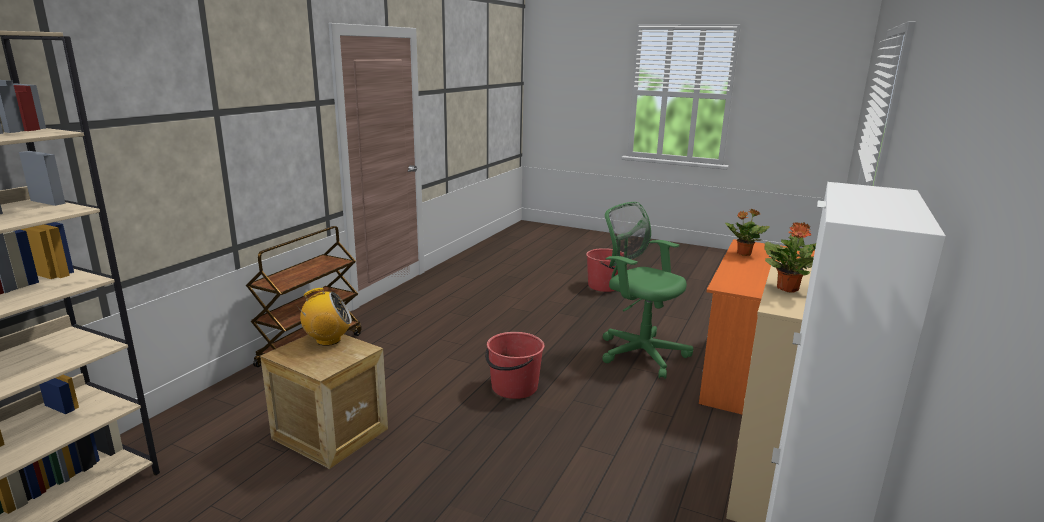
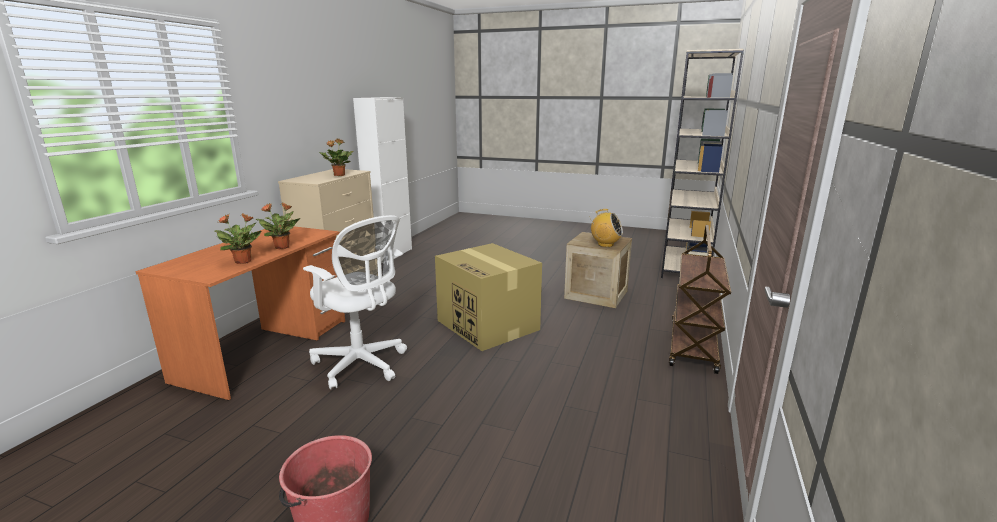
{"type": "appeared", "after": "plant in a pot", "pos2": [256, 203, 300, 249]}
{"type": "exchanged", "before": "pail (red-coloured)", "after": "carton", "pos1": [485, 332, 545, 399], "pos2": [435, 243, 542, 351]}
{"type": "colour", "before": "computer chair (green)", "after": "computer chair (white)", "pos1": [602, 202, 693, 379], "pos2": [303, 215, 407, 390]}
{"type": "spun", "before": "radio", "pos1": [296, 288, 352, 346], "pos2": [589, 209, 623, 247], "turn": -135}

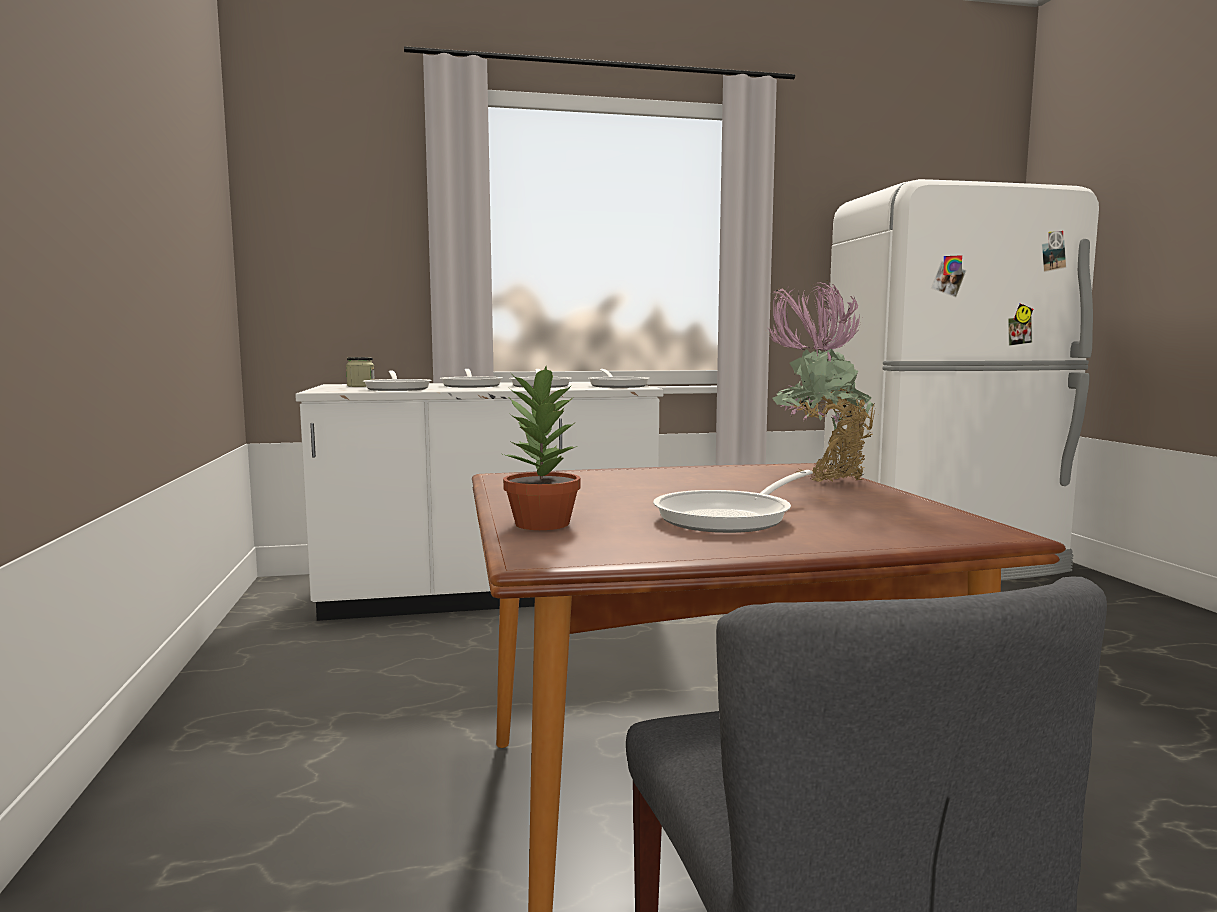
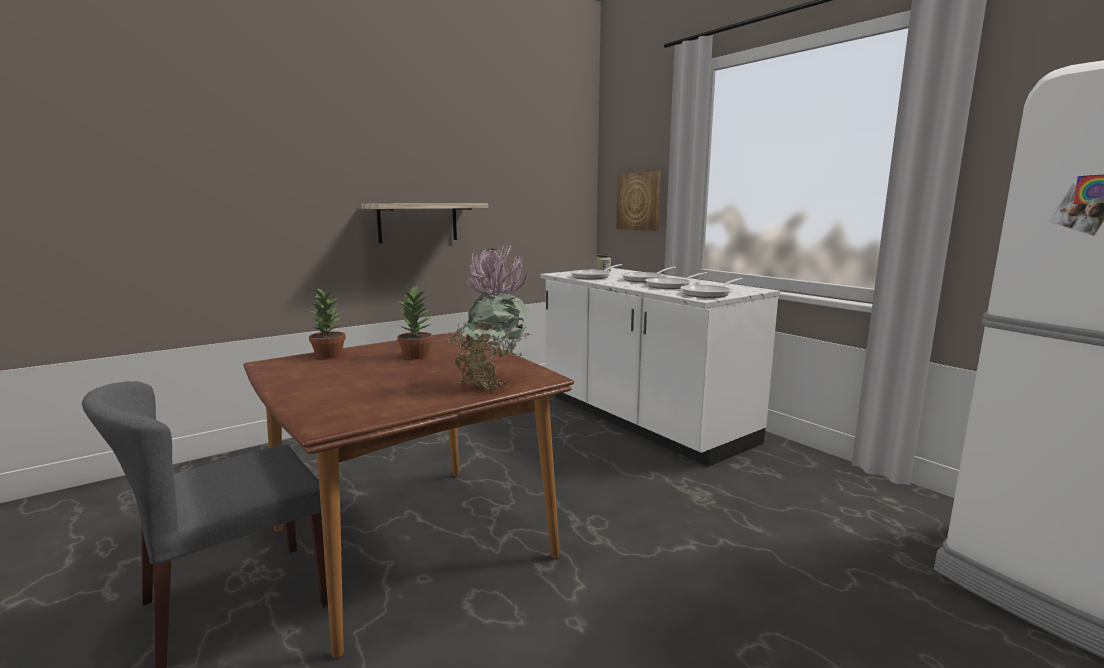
{"type": "missing", "before": "skillet", "pos1": [653, 470, 813, 533]}
{"type": "appeared", "after": "bracket shelf", "pos2": [362, 203, 488, 243]}
{"type": "appeared", "after": "plant in a pot", "pos2": [397, 284, 433, 359]}
{"type": "appeared", "after": "picture", "pos2": [616, 172, 661, 231]}

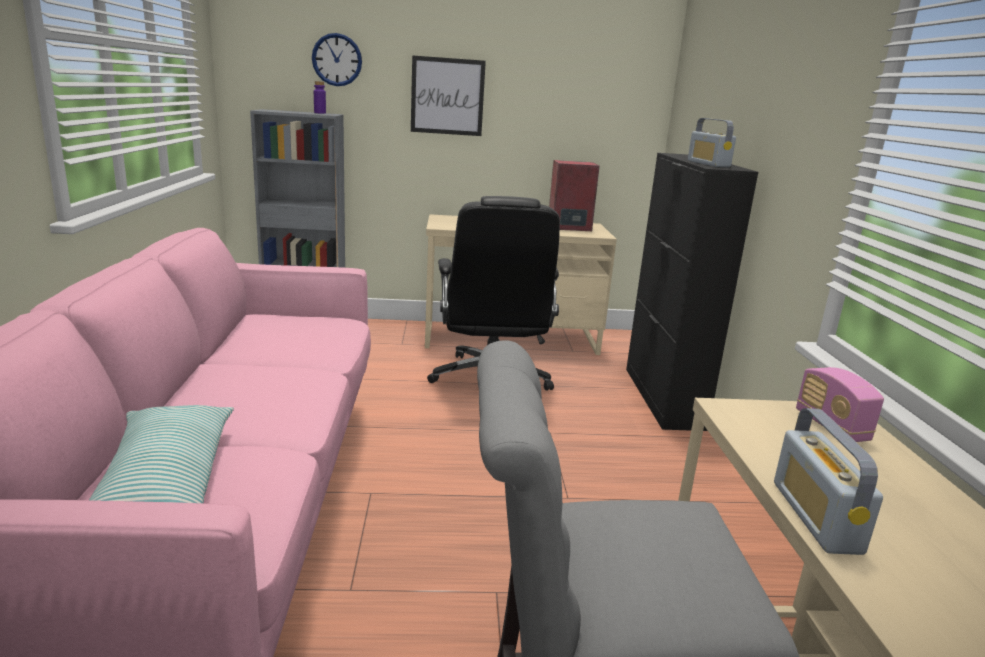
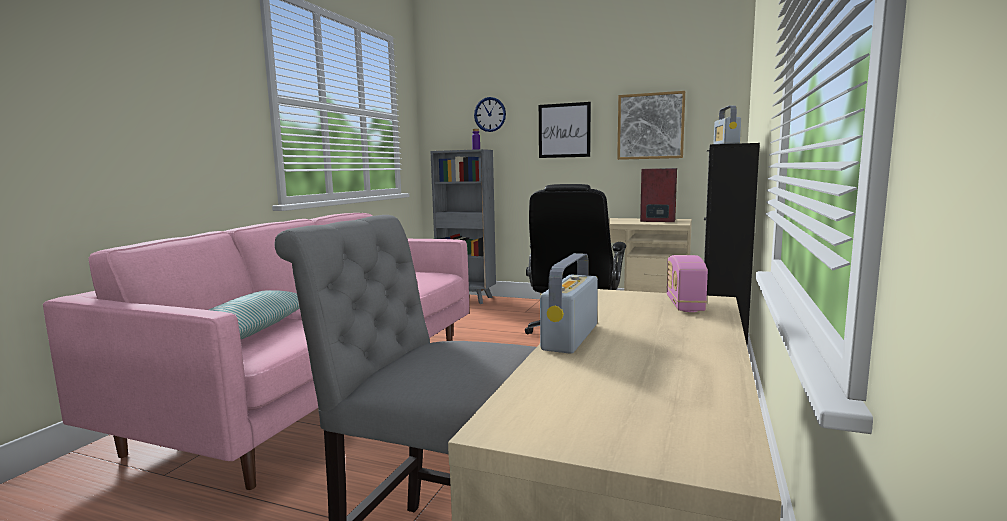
{"type": "appeared", "after": "picture", "pos2": [617, 91, 685, 160]}

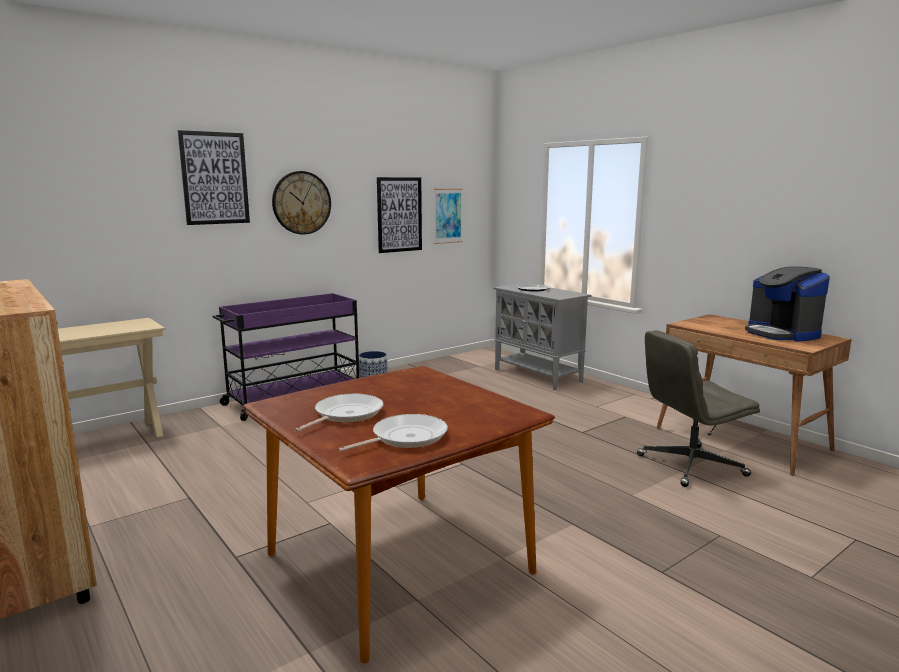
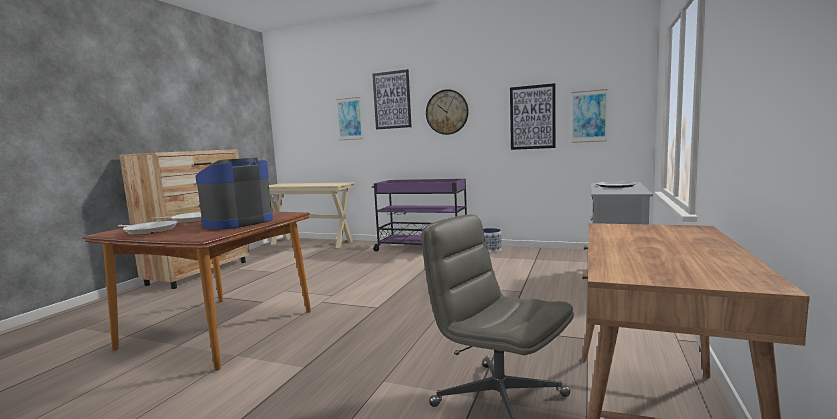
{"type": "appeared", "after": "picture", "pos2": [336, 97, 363, 140]}
{"type": "relocated", "before": "coffee maker", "pos1": [745, 266, 830, 342], "pos2": [196, 157, 273, 230]}

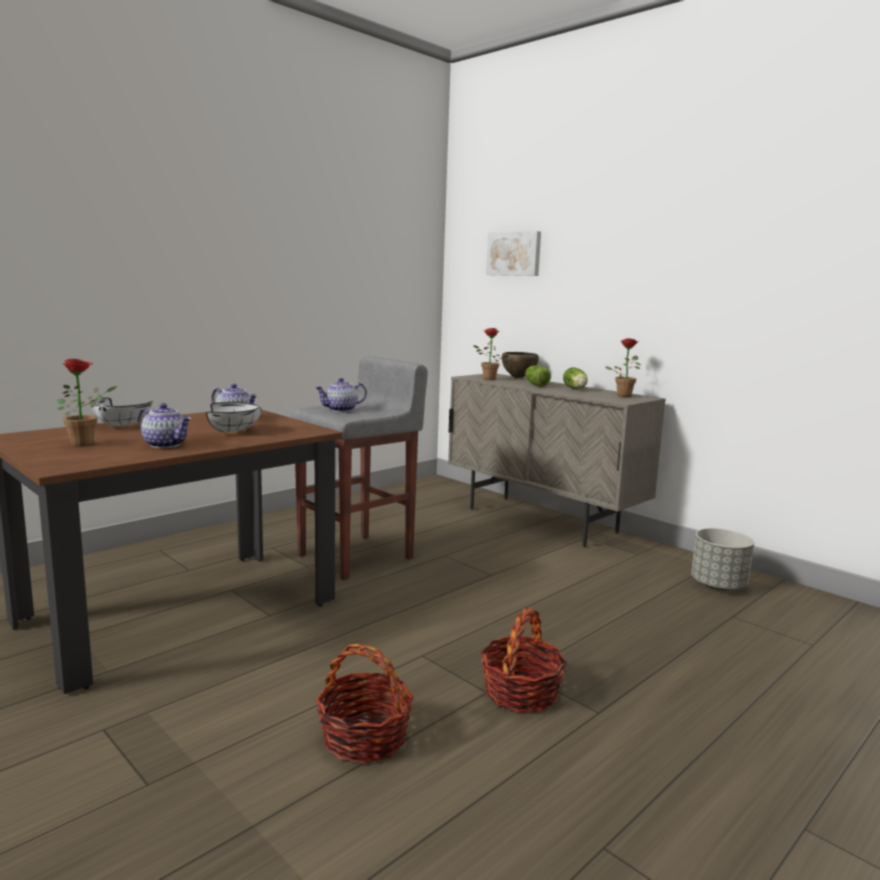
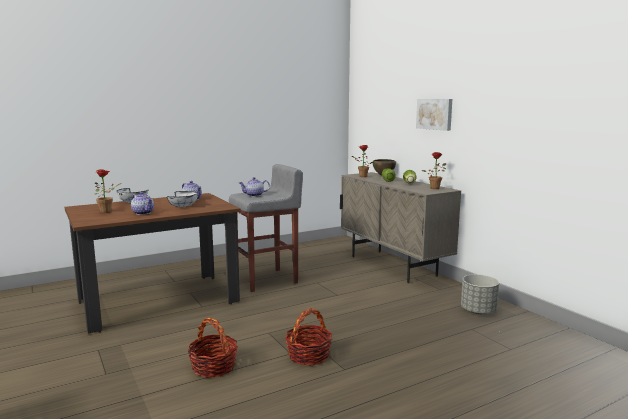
{"type": "relocated", "before": "picture", "pos1": [486, 231, 541, 276], "pos2": [416, 99, 452, 131]}

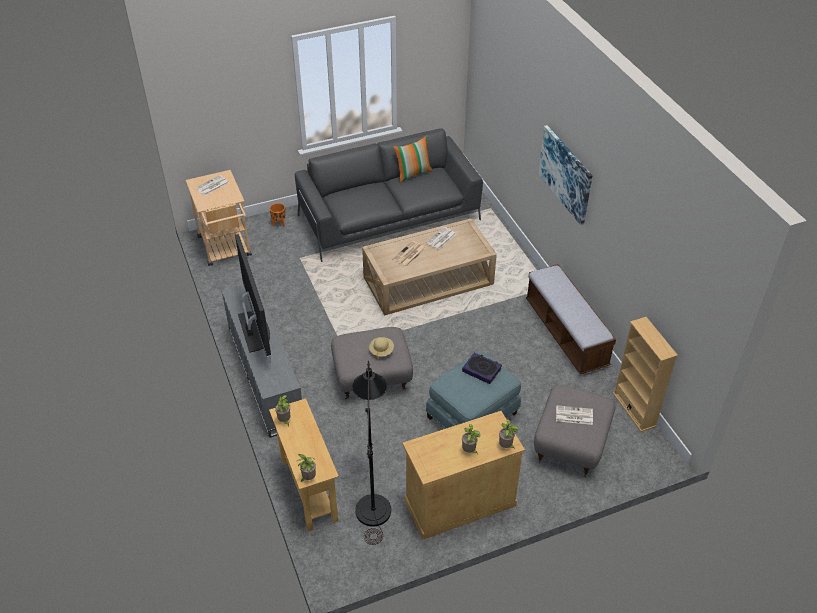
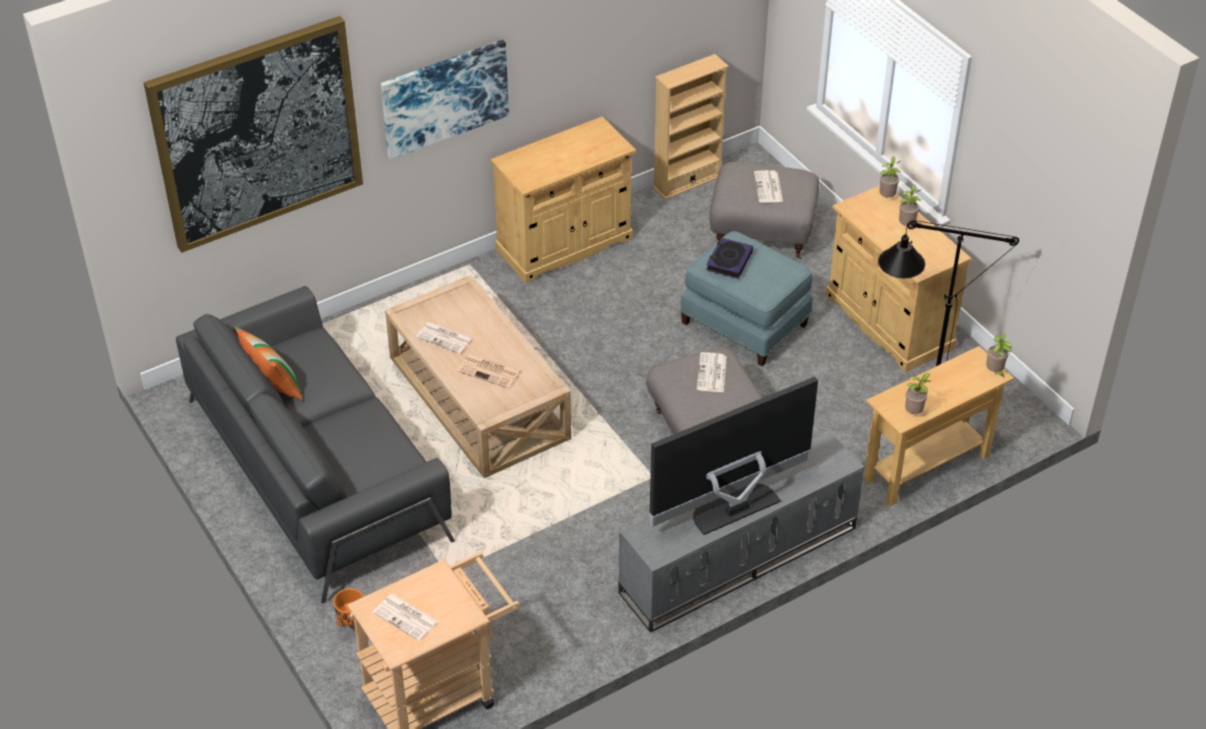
{"type": "appeared", "after": "picture", "pos2": [143, 16, 363, 253]}
{"type": "exchanged", "before": "hat (beige)", "after": "printed paper", "pos1": [369, 337, 394, 359], "pos2": [697, 352, 727, 392]}
{"type": "exchanged", "before": "bench", "after": "cupboard (beige)", "pos1": [526, 264, 616, 375], "pos2": [490, 117, 636, 283]}

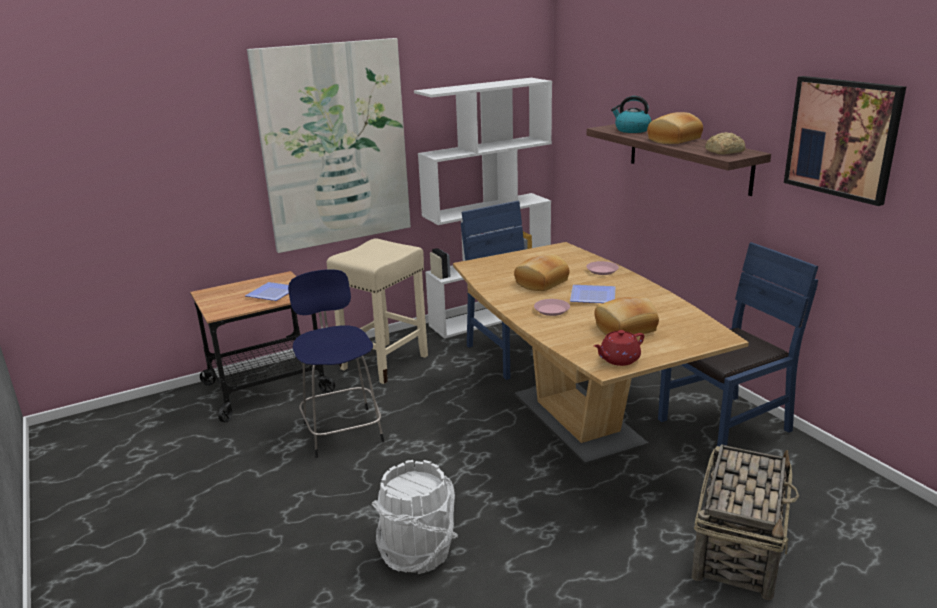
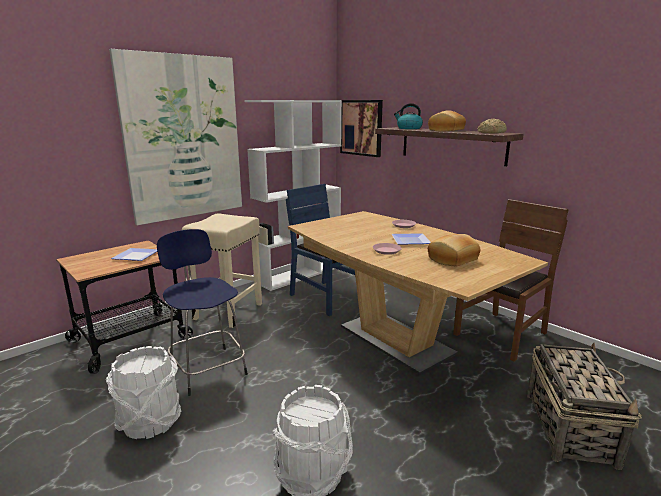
{"type": "missing", "before": "baked bread", "pos1": [514, 254, 569, 291]}
{"type": "missing", "before": "pot for tea (red-coloured)", "pos1": [594, 330, 644, 366]}
{"type": "appeared", "after": "pail (white)", "pos2": [106, 346, 181, 439]}
{"type": "relocated", "before": "picture", "pos1": [784, 76, 906, 206], "pos2": [340, 100, 383, 157]}
{"type": "colour", "before": "plain chair (blue)", "after": "plain chair (brown-coloured)", "pos1": [658, 242, 818, 446], "pos2": [453, 199, 569, 362]}

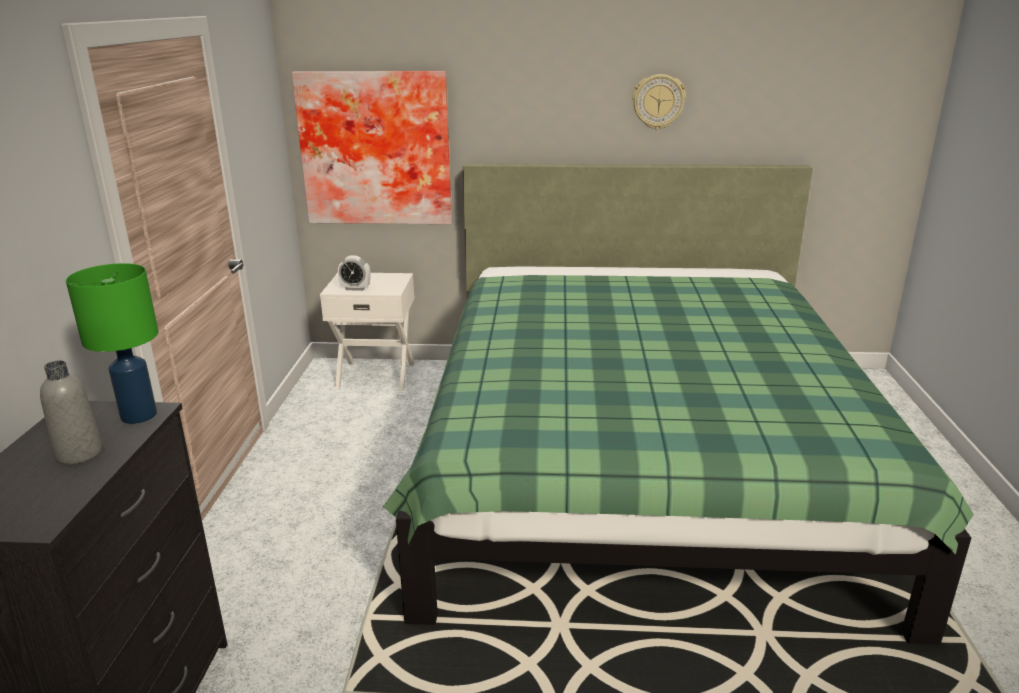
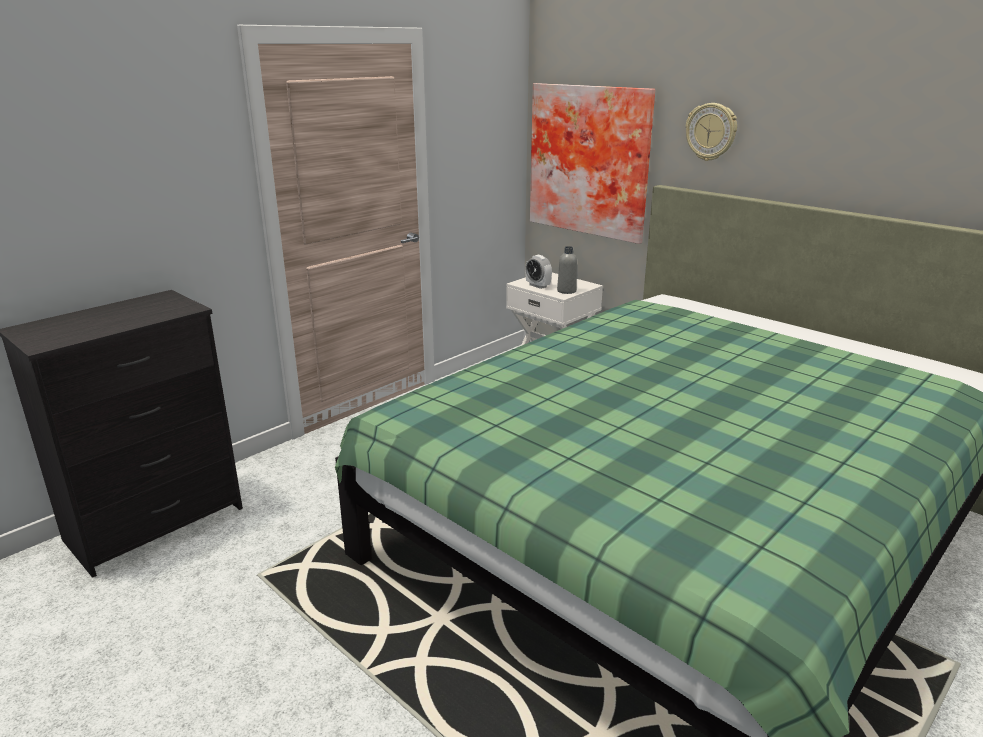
{"type": "missing", "before": "lamp for a table (green)", "pos1": [66, 263, 158, 424]}
{"type": "relocated", "before": "drink bottle (grey)", "pos1": [40, 360, 102, 465], "pos2": [557, 246, 577, 294]}
{"type": "relocated", "before": "wall clock", "pos1": [632, 74, 686, 130], "pos2": [686, 103, 737, 161]}

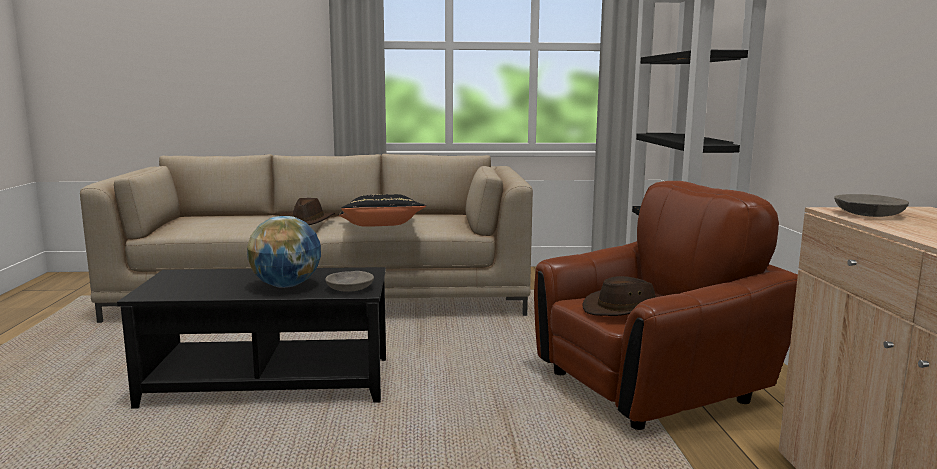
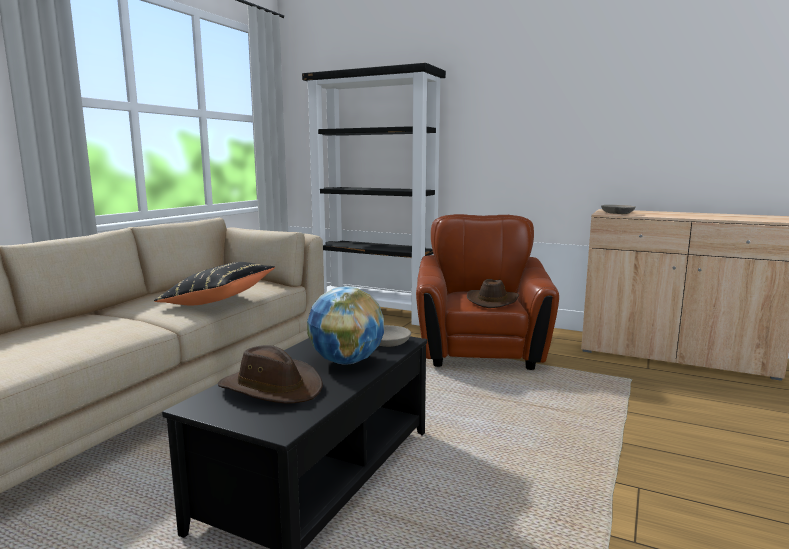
{"type": "relocated", "before": "hat (brown-coloured)", "pos1": [279, 198, 335, 225], "pos2": [218, 345, 323, 403]}

